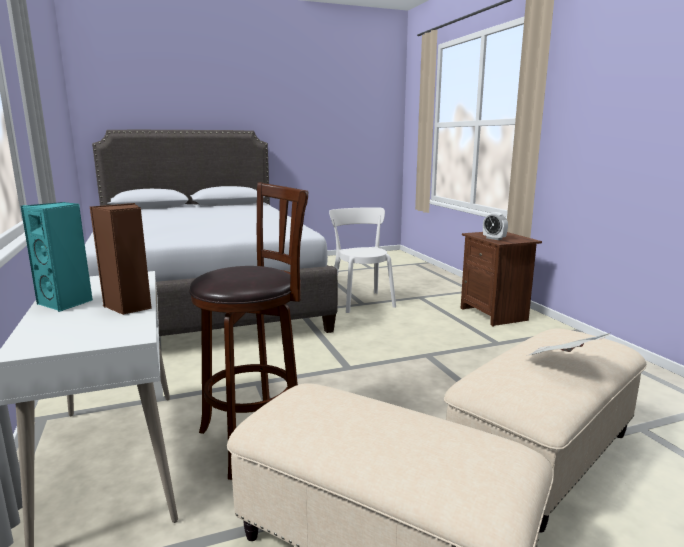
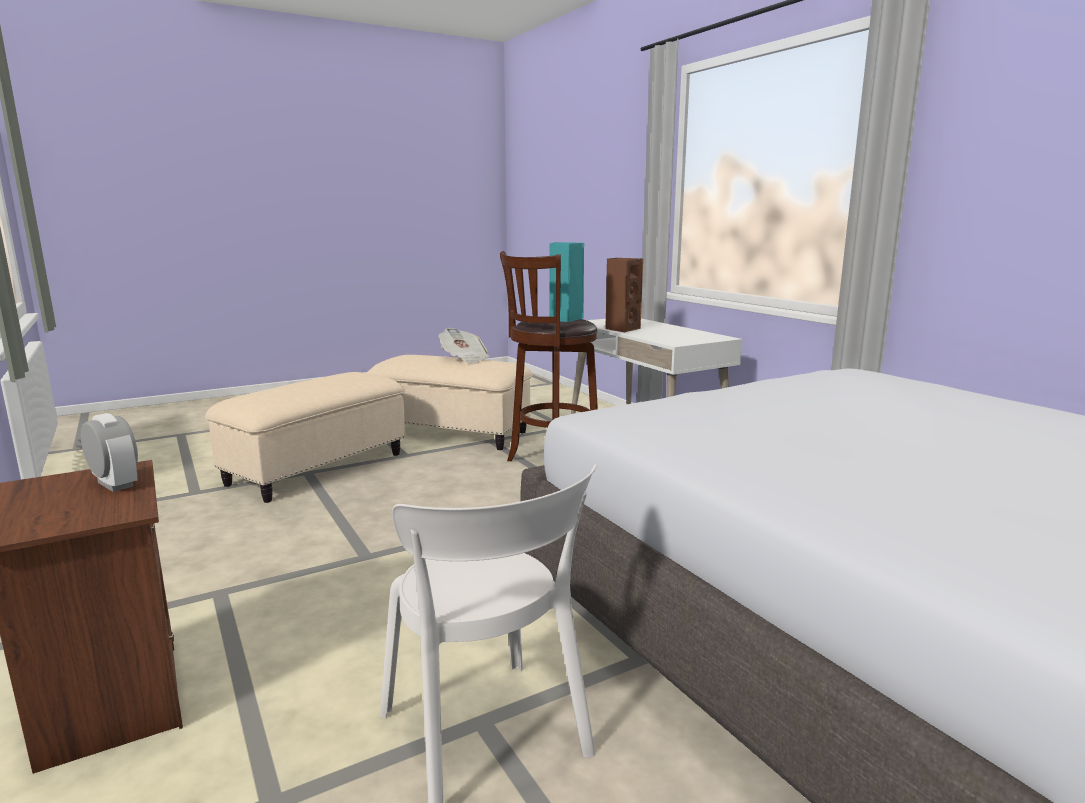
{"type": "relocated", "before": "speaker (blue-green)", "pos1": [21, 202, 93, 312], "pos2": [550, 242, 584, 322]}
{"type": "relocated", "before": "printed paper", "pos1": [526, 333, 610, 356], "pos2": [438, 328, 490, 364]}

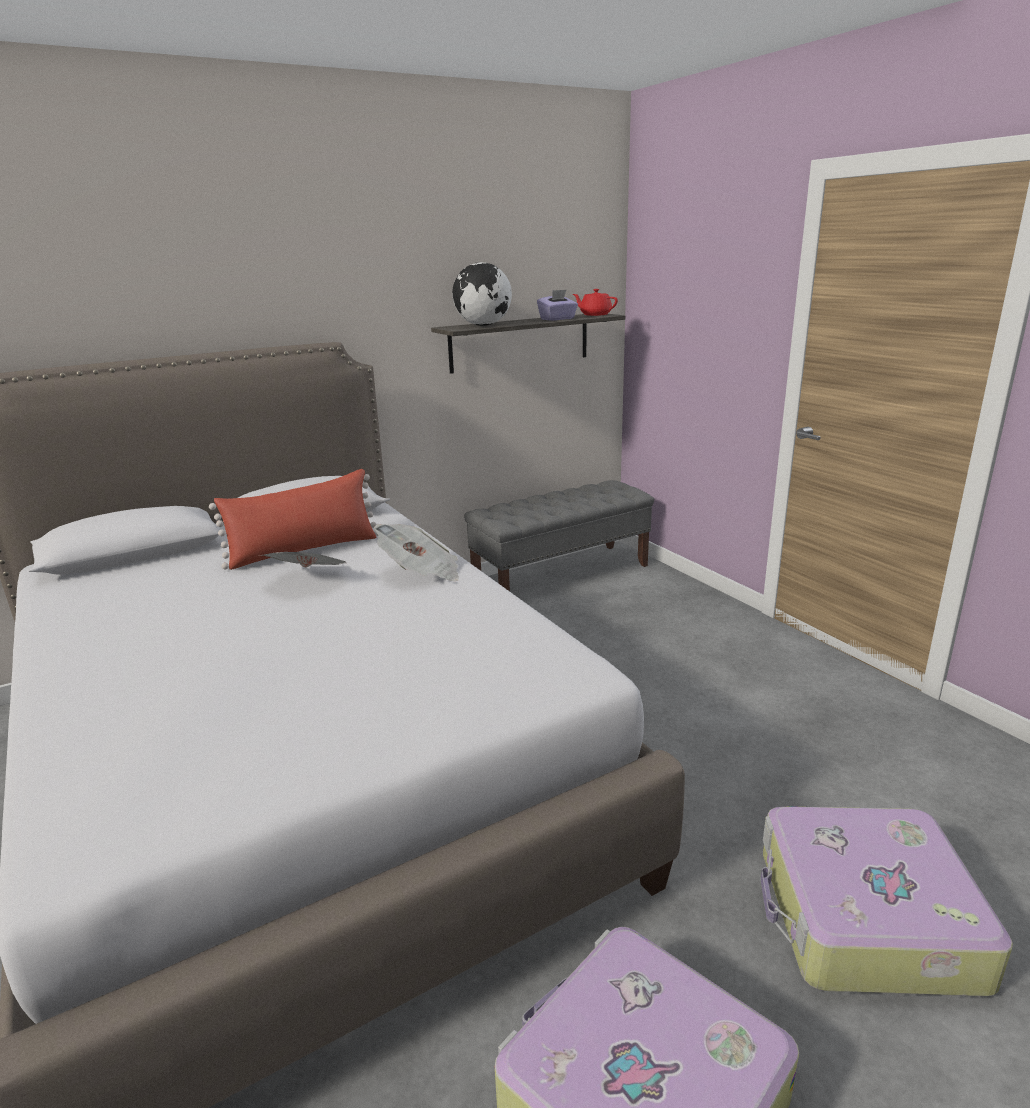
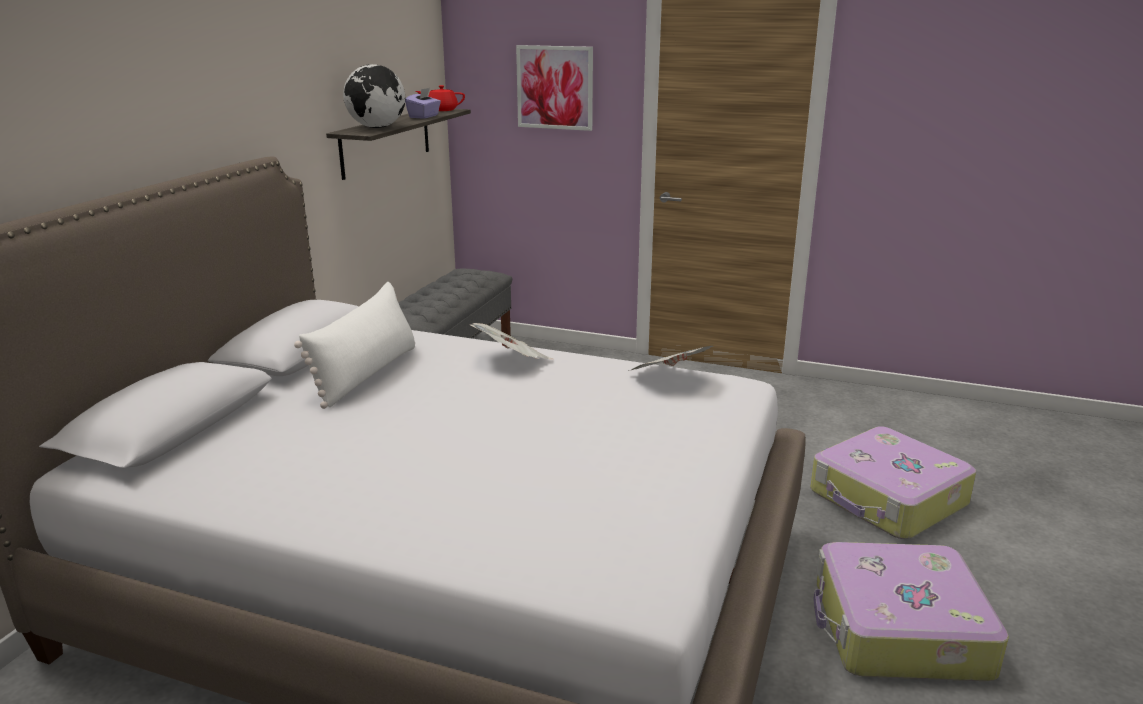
{"type": "appeared", "after": "picture", "pos2": [516, 45, 593, 131]}
{"type": "relocated", "before": "printed paper", "pos1": [263, 552, 345, 567], "pos2": [628, 346, 713, 371]}
{"type": "colour", "before": "pillow (red-coloured)", "after": "pillow (white)", "pos1": [209, 469, 378, 570], "pos2": [294, 282, 415, 409]}

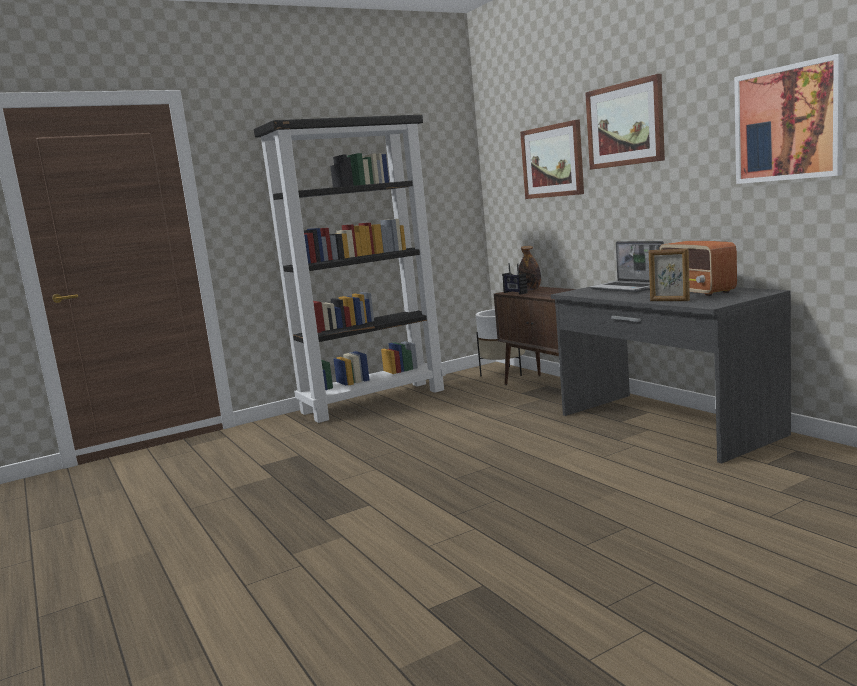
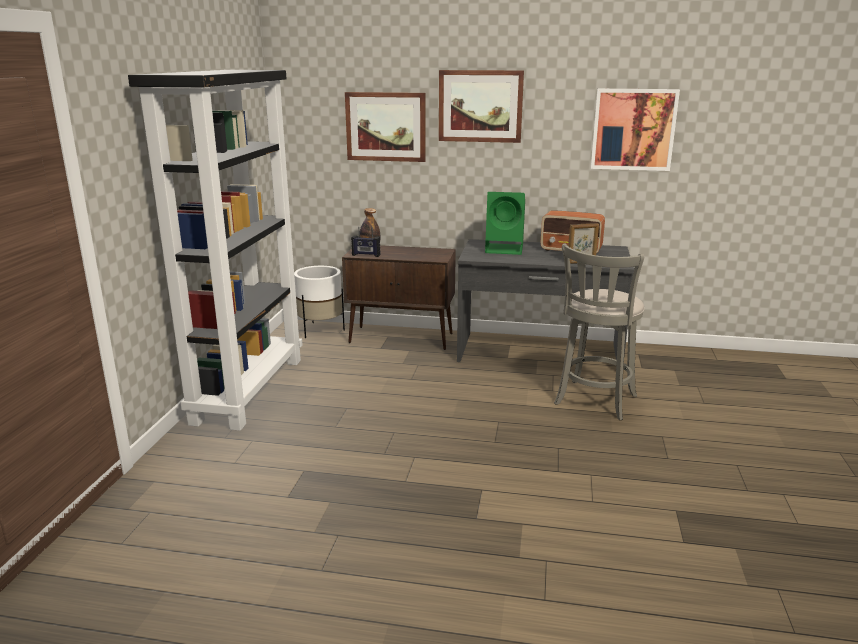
{"type": "appeared", "after": "stool seat (grey)", "pos2": [554, 243, 645, 420]}
{"type": "exchanged", "before": "notebook computer", "after": "speaker (green)", "pos1": [589, 241, 664, 292], "pos2": [485, 192, 525, 255]}

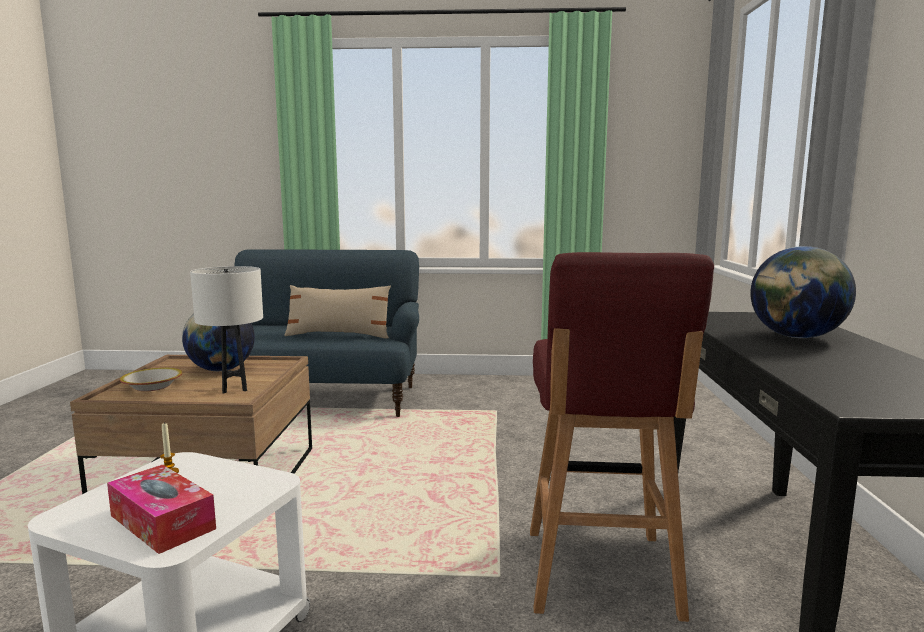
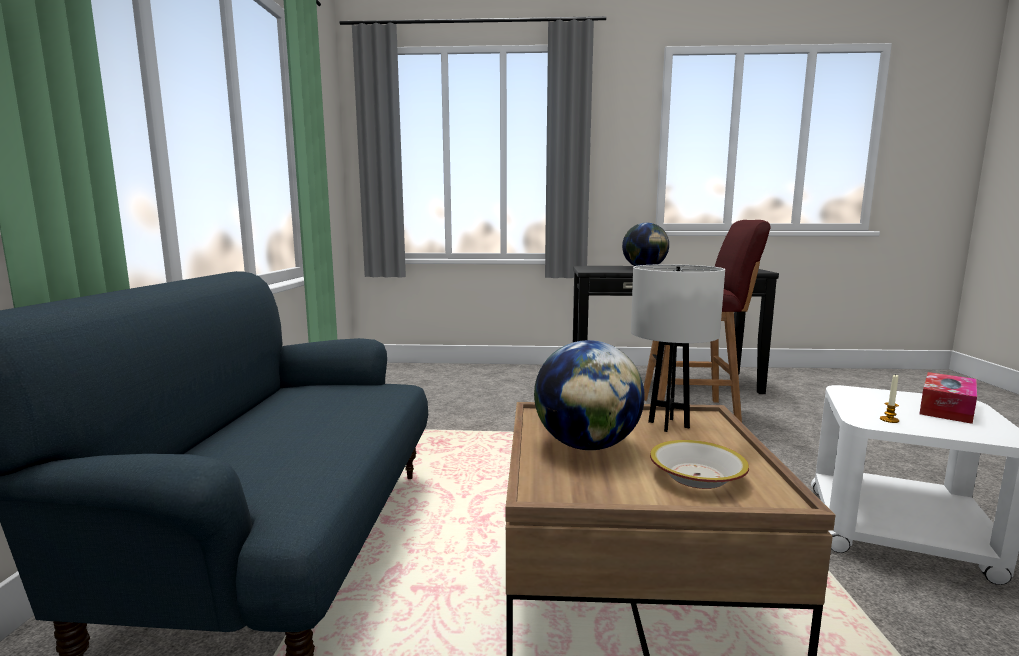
{"type": "missing", "before": "pillow (beige)", "pos1": [284, 285, 391, 339]}

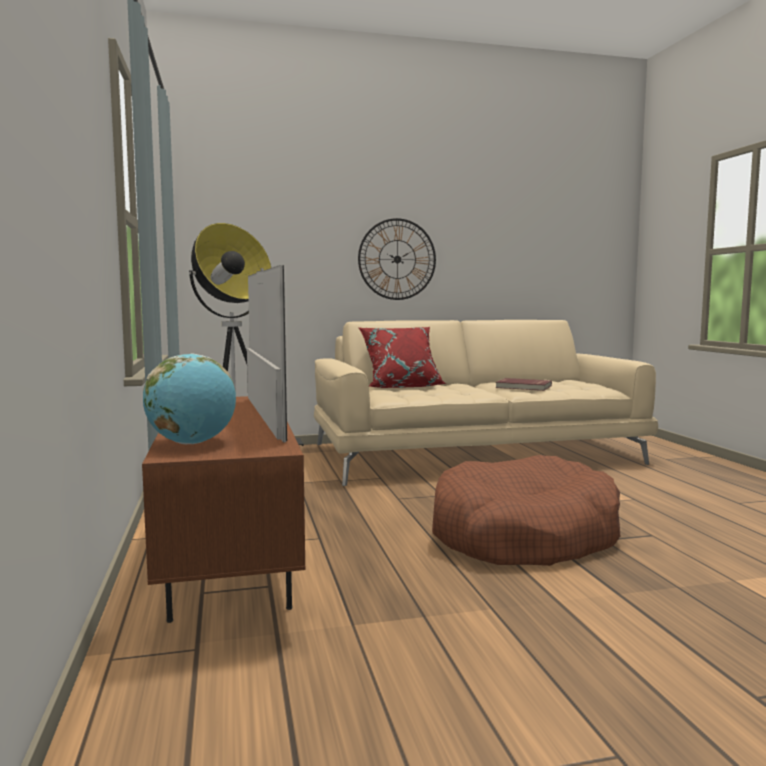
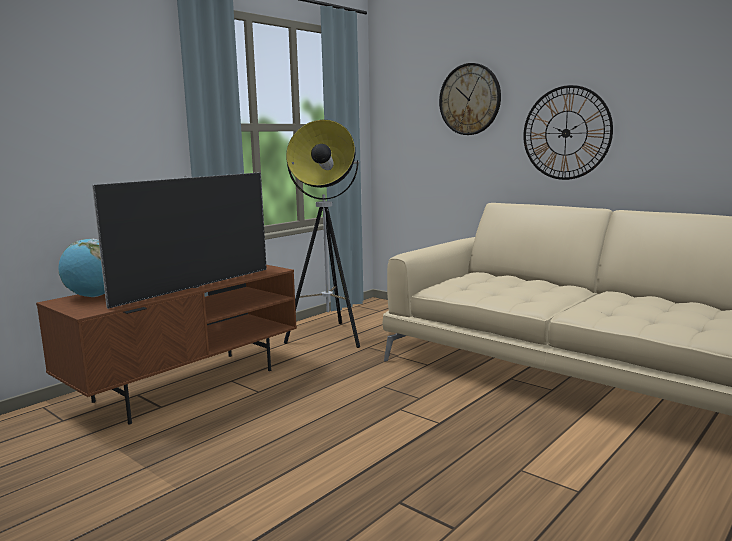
{"type": "missing", "before": "pillow (red-coloured)", "pos1": [358, 327, 447, 388]}
{"type": "missing", "before": "dog bed (brown-coloured)", "pos1": [432, 455, 620, 566]}
{"type": "missing", "before": "bound book (red-coloured)", "pos1": [495, 378, 552, 391]}
{"type": "appeared", "after": "wall clock", "pos2": [439, 63, 501, 135]}

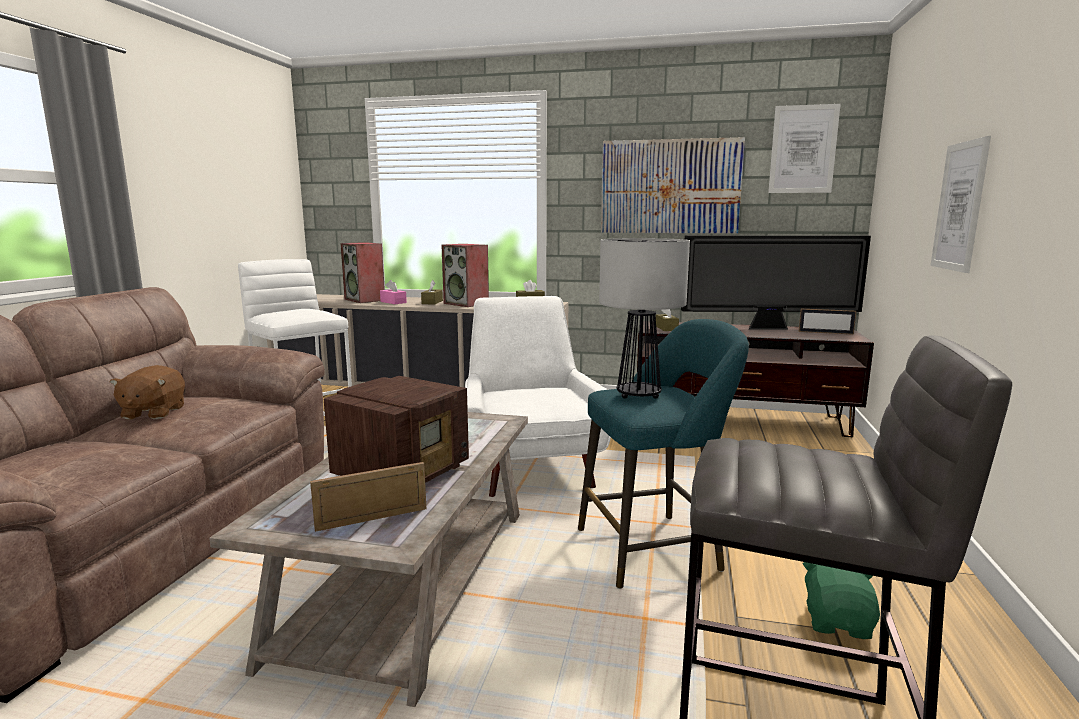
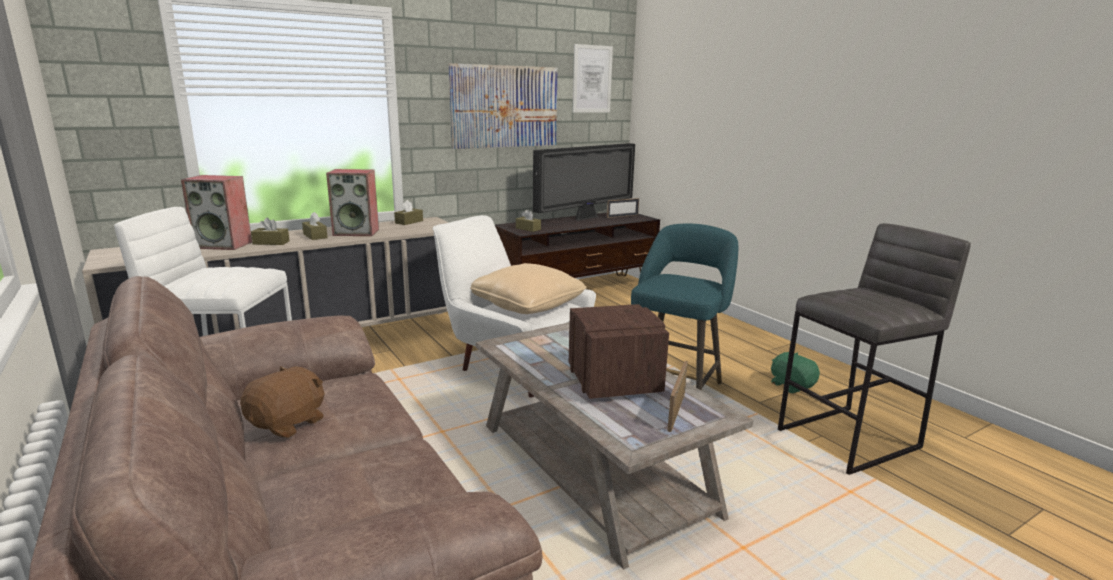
{"type": "missing", "before": "lamp for a table", "pos1": [599, 238, 690, 399]}
{"type": "missing", "before": "picture", "pos1": [930, 136, 991, 273]}
{"type": "appeared", "after": "pillow (beige)", "pos2": [470, 263, 587, 314]}
{"type": "colour", "before": "box of tissues (pinkish)", "after": "box of tissues (brown-coloured)", "pos1": [380, 280, 407, 304], "pos2": [251, 218, 290, 245]}
{"type": "spun", "before": "cuddly toy (brown-coloured)", "pos1": [109, 365, 185, 419], "pos2": [240, 366, 325, 438], "turn": -105}

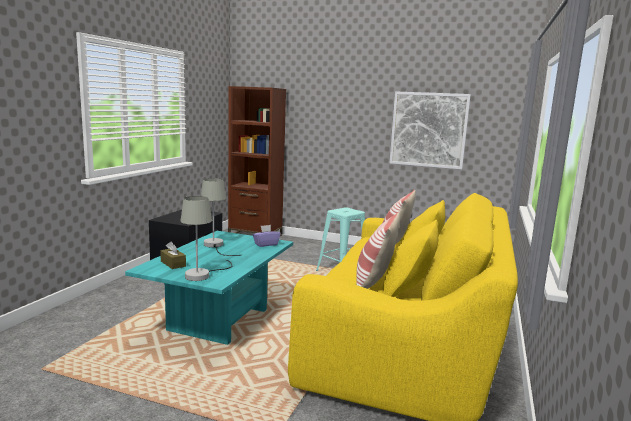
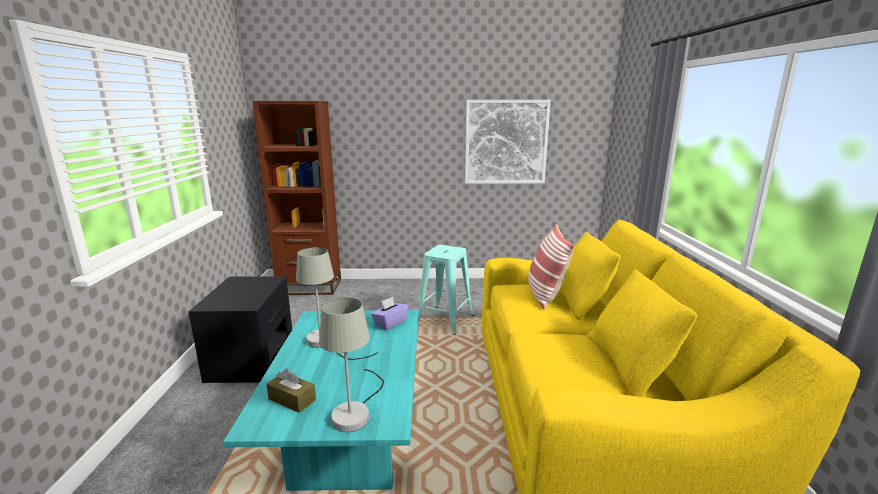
{"type": "missing", "before": "pillow", "pos1": [356, 211, 400, 289]}

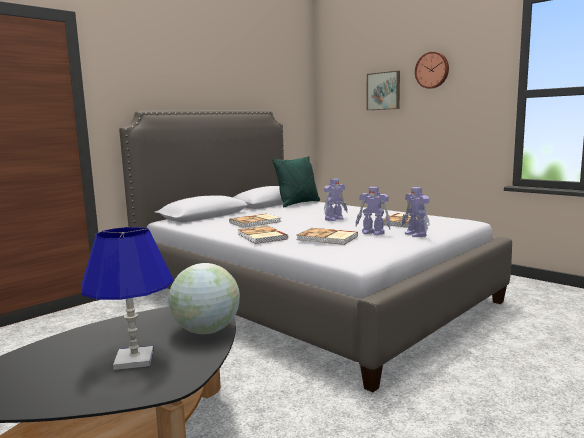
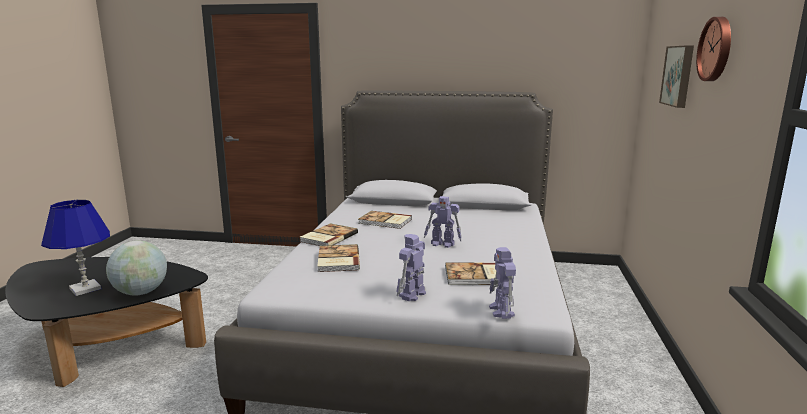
{"type": "missing", "before": "pillow (green)", "pos1": [272, 156, 320, 208]}
{"type": "relocated", "before": "toy robot", "pos1": [355, 187, 391, 235], "pos2": [489, 247, 516, 319]}

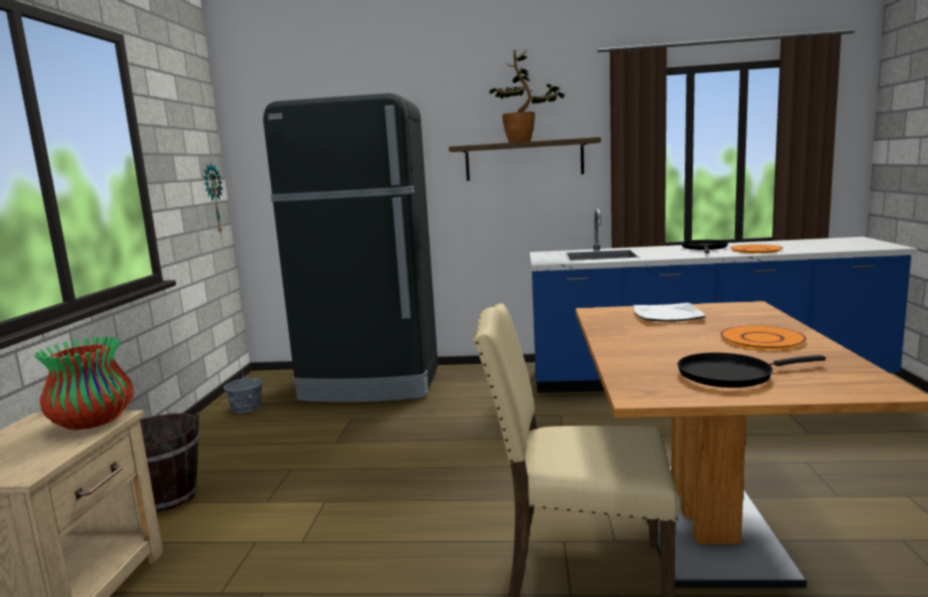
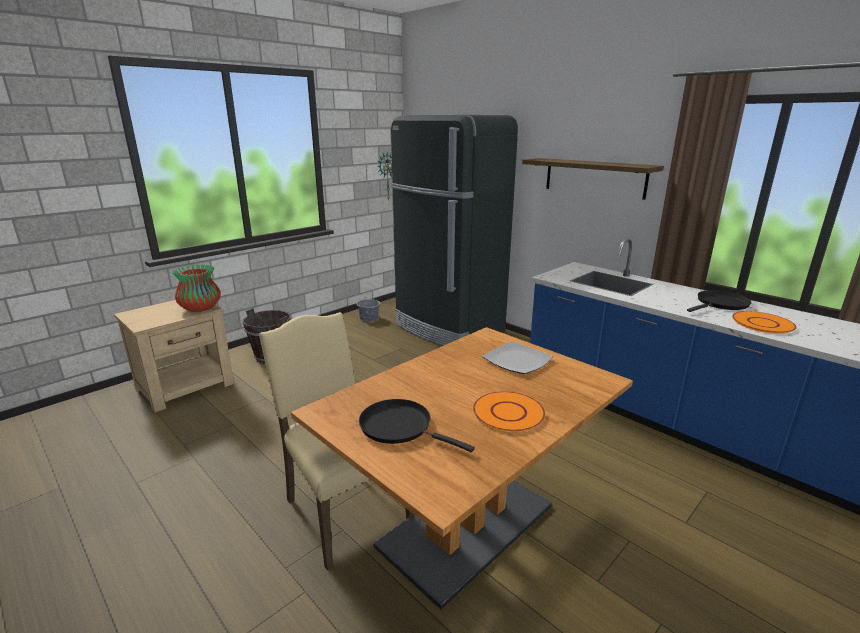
{"type": "missing", "before": "plant in a pot", "pos1": [489, 50, 565, 143]}

